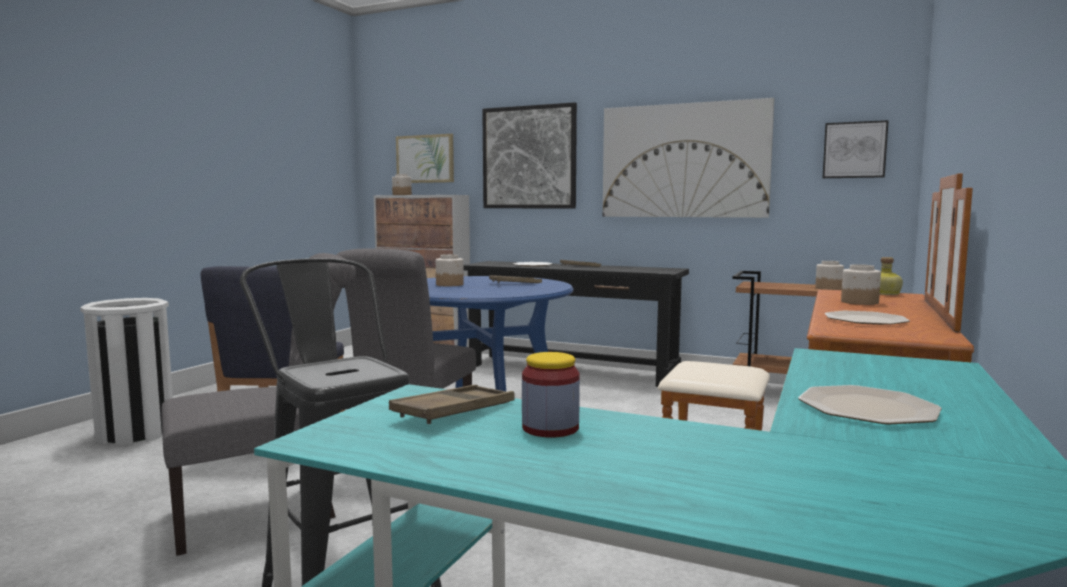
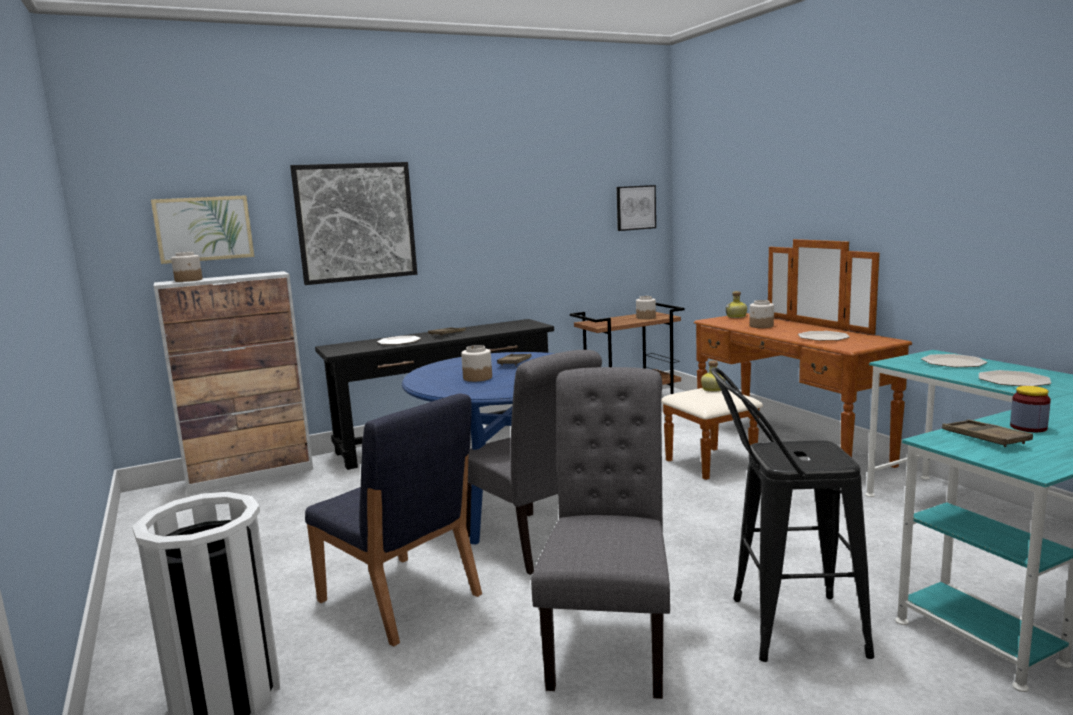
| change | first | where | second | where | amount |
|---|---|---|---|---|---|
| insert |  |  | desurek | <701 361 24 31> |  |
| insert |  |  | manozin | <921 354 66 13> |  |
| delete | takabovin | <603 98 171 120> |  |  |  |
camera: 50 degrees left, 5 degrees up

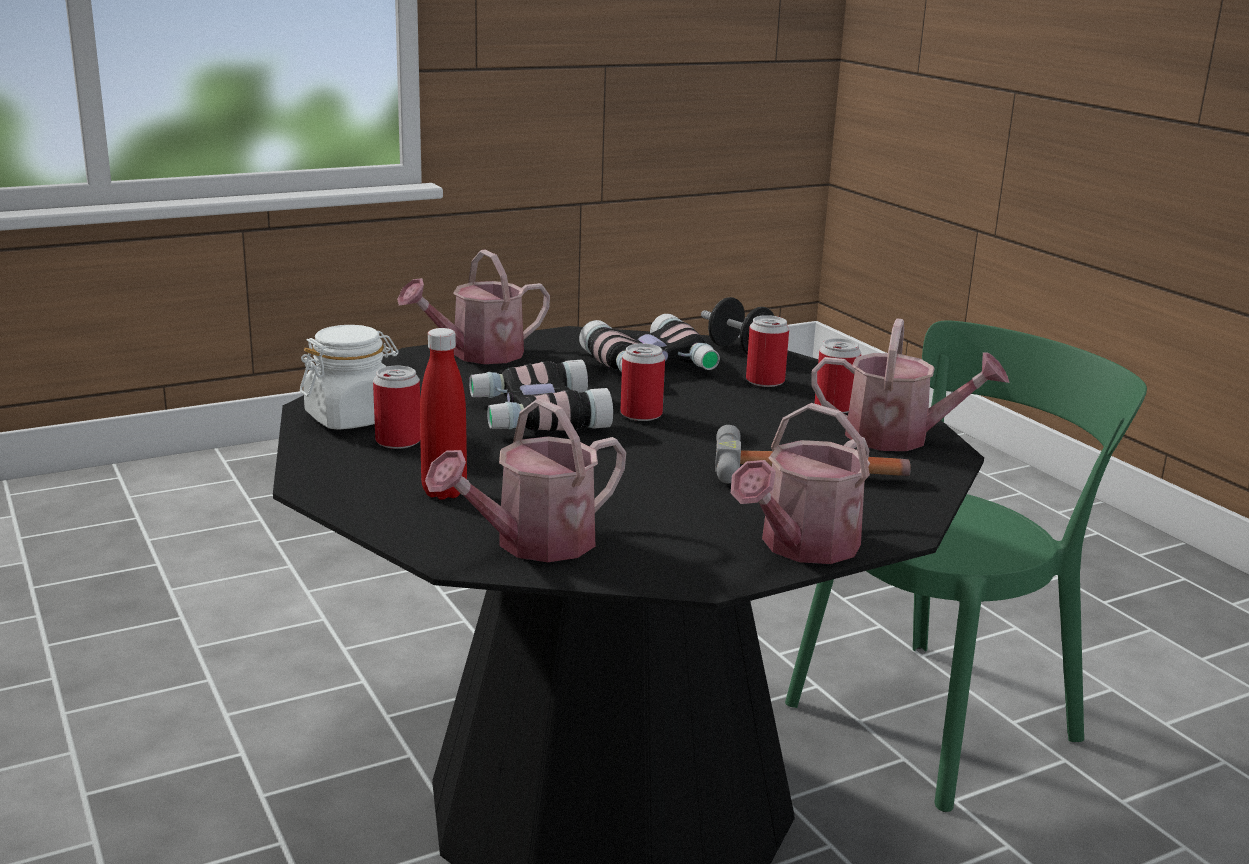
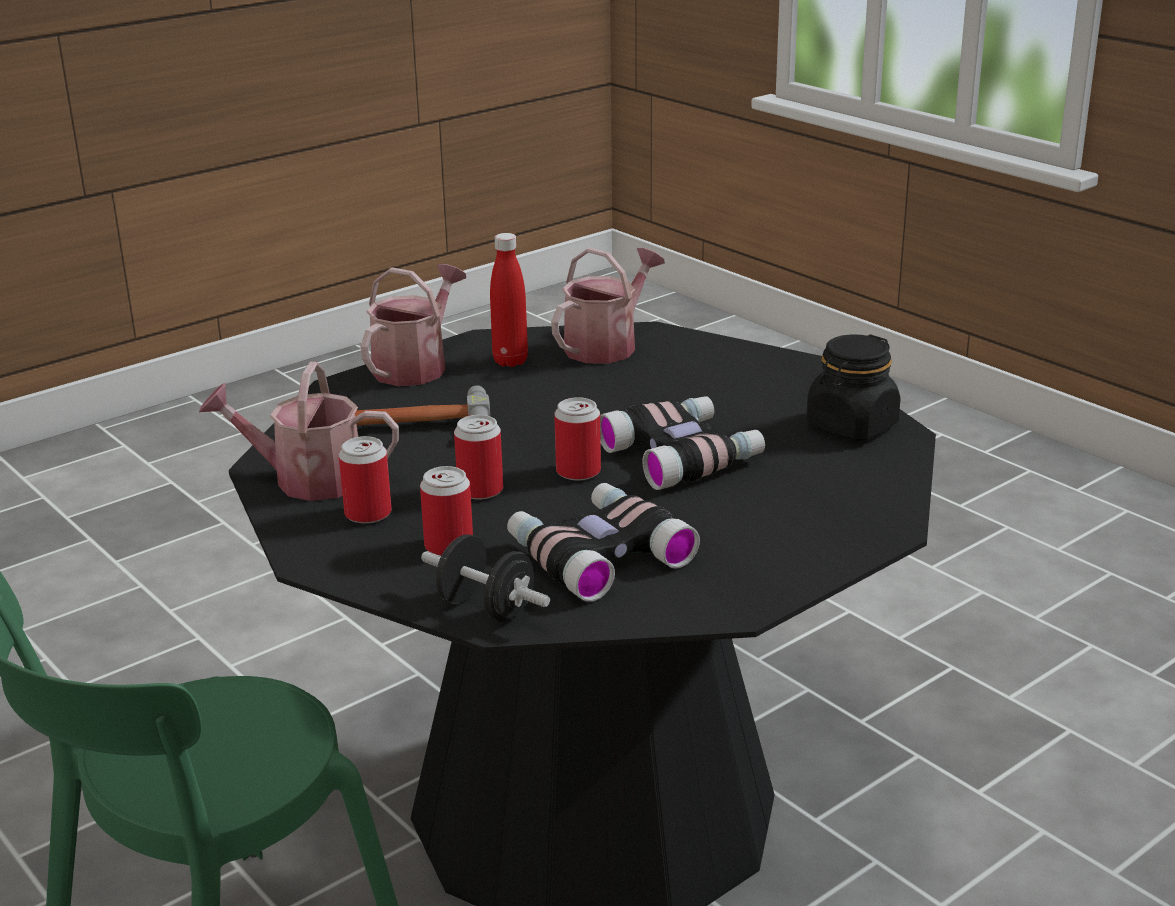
| change | first | where | second | where | amount |
|---|---|---|---|---|---|
| move | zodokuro | <373 366 47 83> |  | <454 415 49 85> |  |
| move | red desurek | <420 328 47 171> |  | <490 233 38 134> |  |
| recolor | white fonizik | <300 325 99 105> | black fonizik | <806 334 95 107> |  |
| delete | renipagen | <397 250 153 114> |  |  |  |
camera: 170 degrees right, 5 degrees up

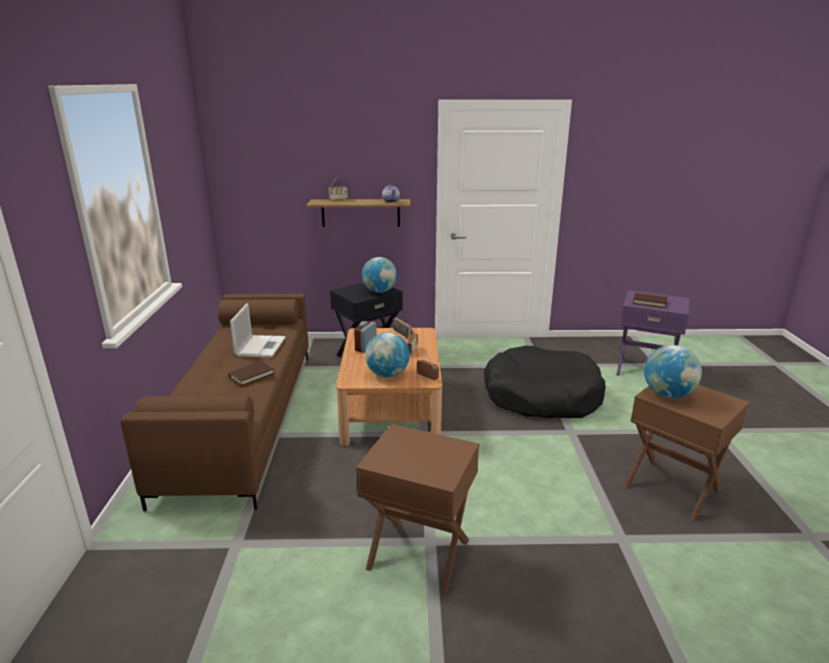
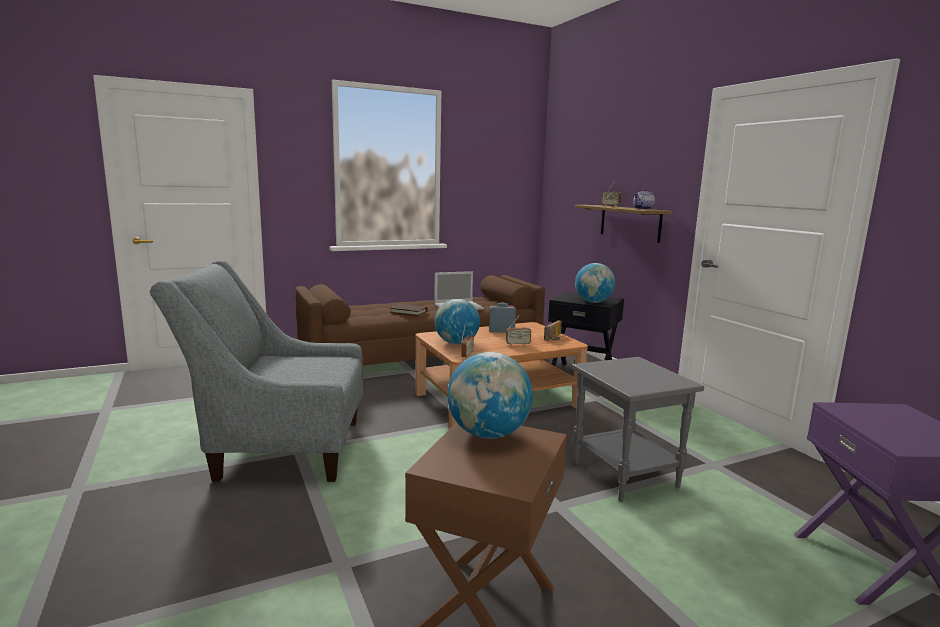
| change | first | where | second | where | amount |
|---|---|---|---|---|---|
| replace | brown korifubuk | <356 424 123 171> | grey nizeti | <149 260 214 222> |  |
| replace | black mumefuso | <484 346 122 72> | grey korifubuk | <572 357 132 145> |  |
| delete | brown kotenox | <633 293 35 15> |  |  |  |
camera: 65 degrees right, 10 degrees down

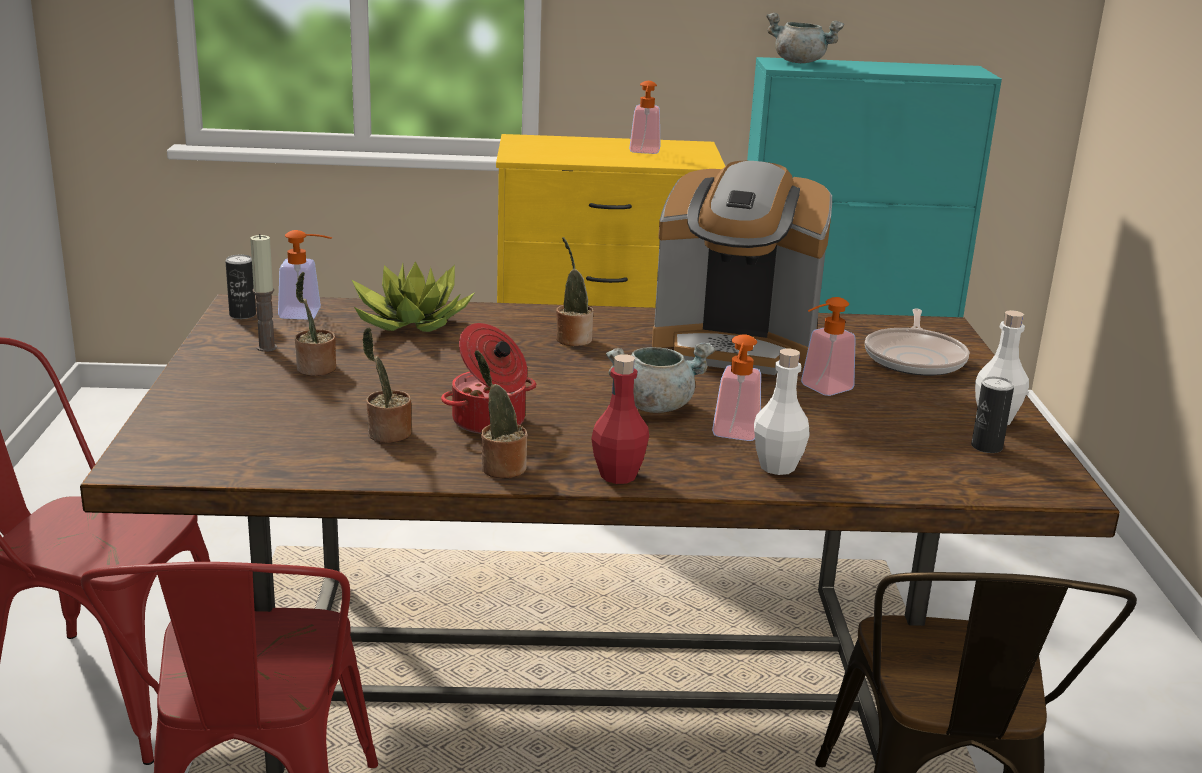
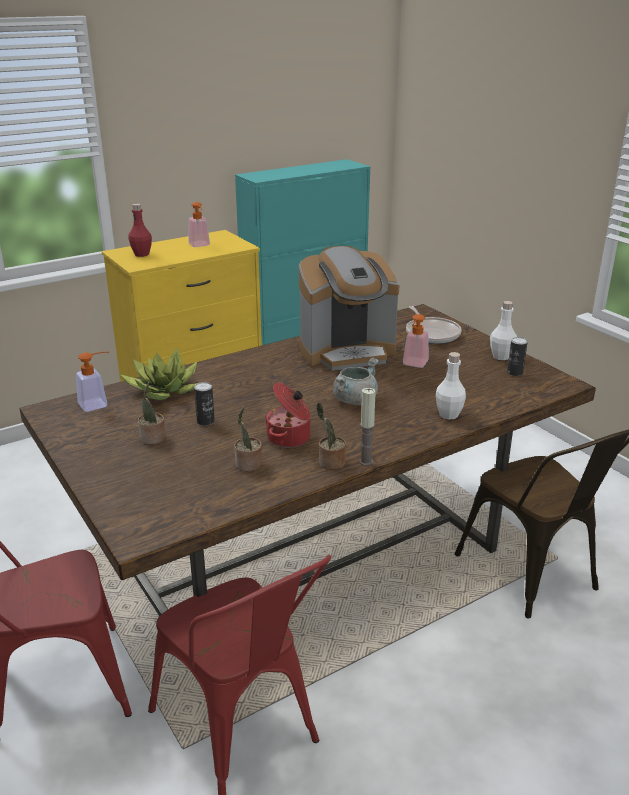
| change | first | where | second | where | amount |
|---|---|---|---|---|---|
| move | red desurek | <591 354 58 130> |  | <128 204 24 53> |  |
| move | zodokuro | <225 255 31 64> |  | <194 382 21 44> |  |
| move | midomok | <250 234 27 118> |  | <359 388 17 78> |  |
| delete | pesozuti | <556 237 37 109> |  |  |  |
| delete | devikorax | <712 334 49 107> |  |  |  |
| delete | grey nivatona | <766 13 78 50> |  |  |  |
camera: 30 degrees left, 5 degrees up

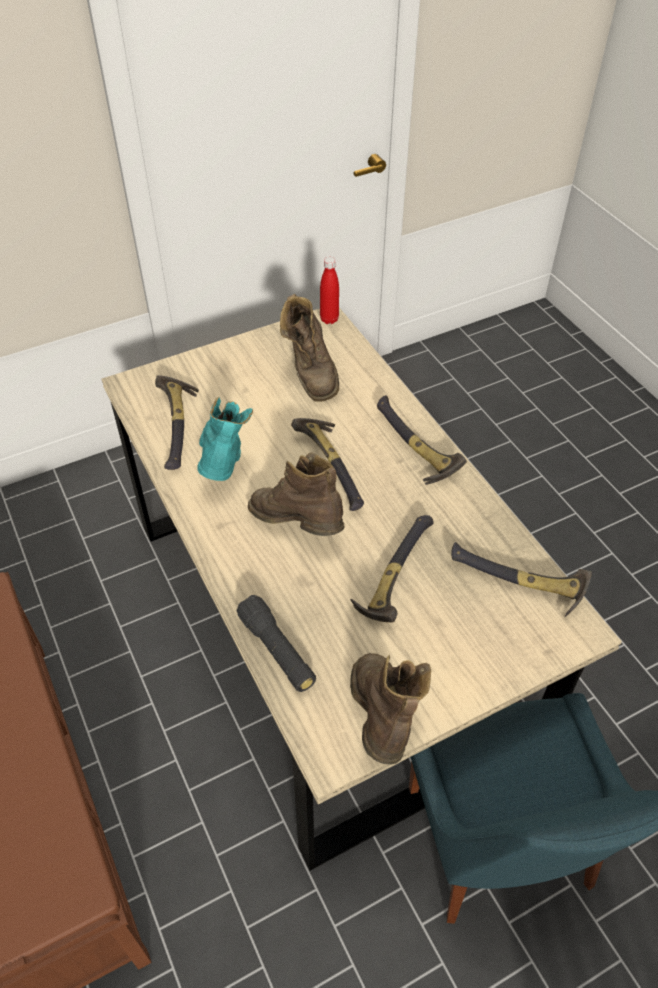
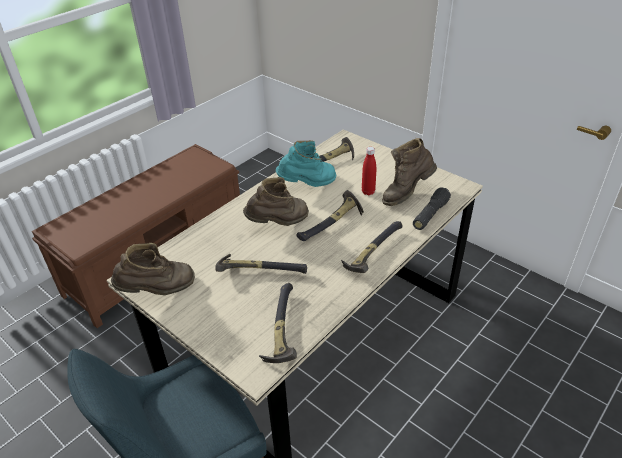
| change | first | where | second | where | amount |
|---|---|---|---|---|---|
| rotate | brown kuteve | <248 452 96 84> |  | <243 177 66 49> | 45 degrees clockwise |
| move | red desurek | <320 257 19 67> |  | <362 147 14 48> |  |
| move | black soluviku | <237 595 79 97> |  | <413 187 38 43> |  |
camera: 70 degrees right, 10 degrees down

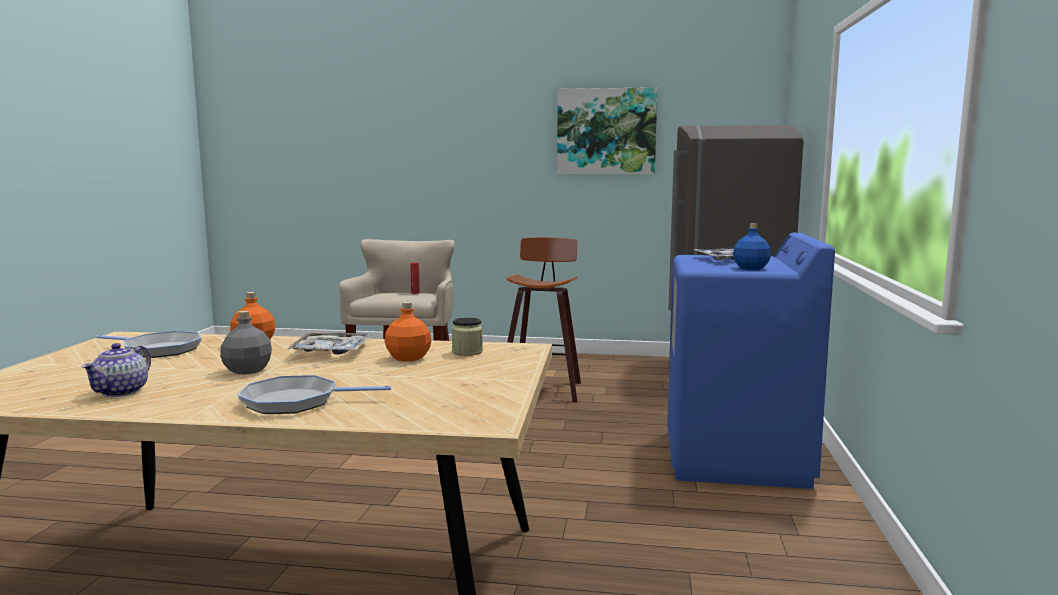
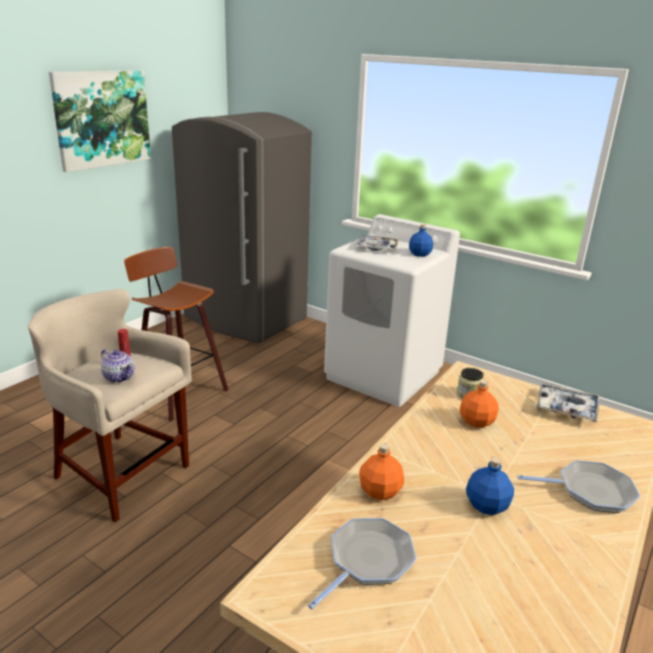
| change | first | where | second | where | amount |
|---|---|---|---|---|---|
| move | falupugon | <81 343 70 54> |  | <101 349 34 34> |  |
| recolor | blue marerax | <667 233 168 256> | white marerax | <324 214 136 193> |  |
| recolor | grey desurek | <220 311 52 63> | blue desurek | <466 457 48 58> |  |
| rotate | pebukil | <237 375 154 39> |  | <517 460 123 53> | 105 degrees counterclockwise |
| move | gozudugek | <287 333 84 21> |  | <534 383 66 40> |  |
camera: 65 degrees left, 15 degrees up

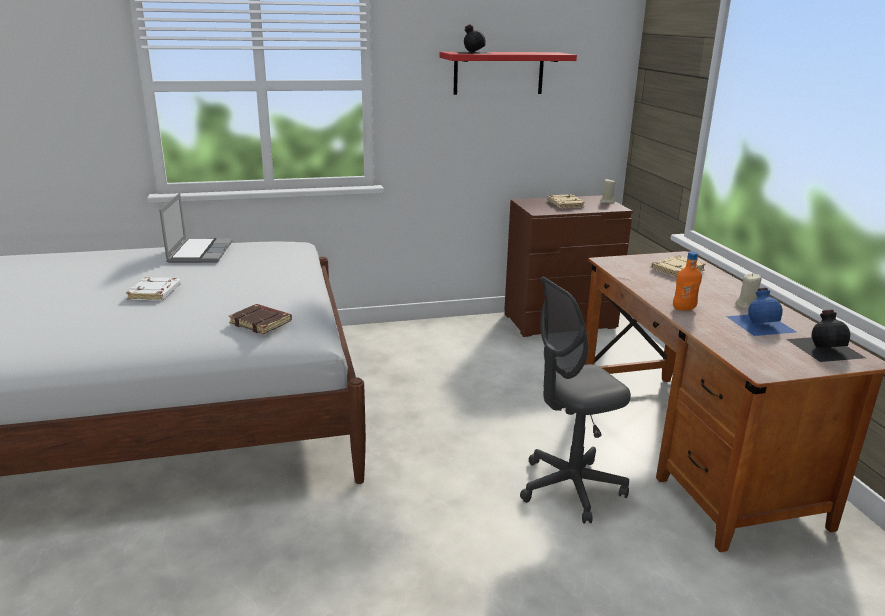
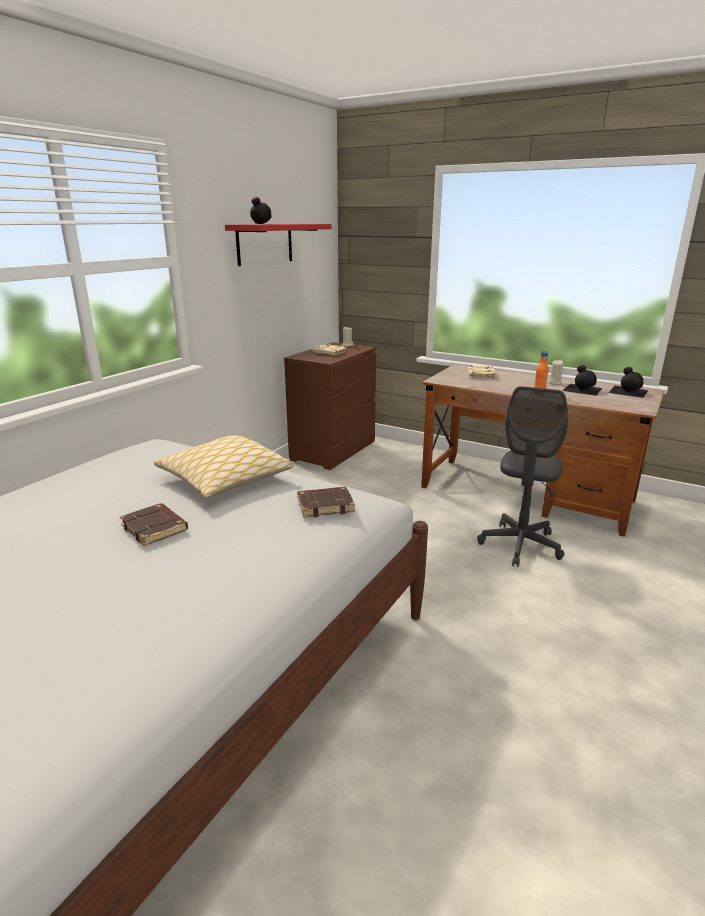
| change | first | where | second | where | amount |
|---|---|---|---|---|---|
| recolor | white kotenox | <126 277 55 24> | brown kotenox | <120 503 68 43> |  |
| insert |  |  | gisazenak | <154 435 140 63> |  |
| recolor | blue desurek | <726 288 70 48> | black desurek | <563 365 39 31> |  |
| delete | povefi | <159 193 74 70> |  |  |  |
camera: 45 degrees left, 0 degrees up

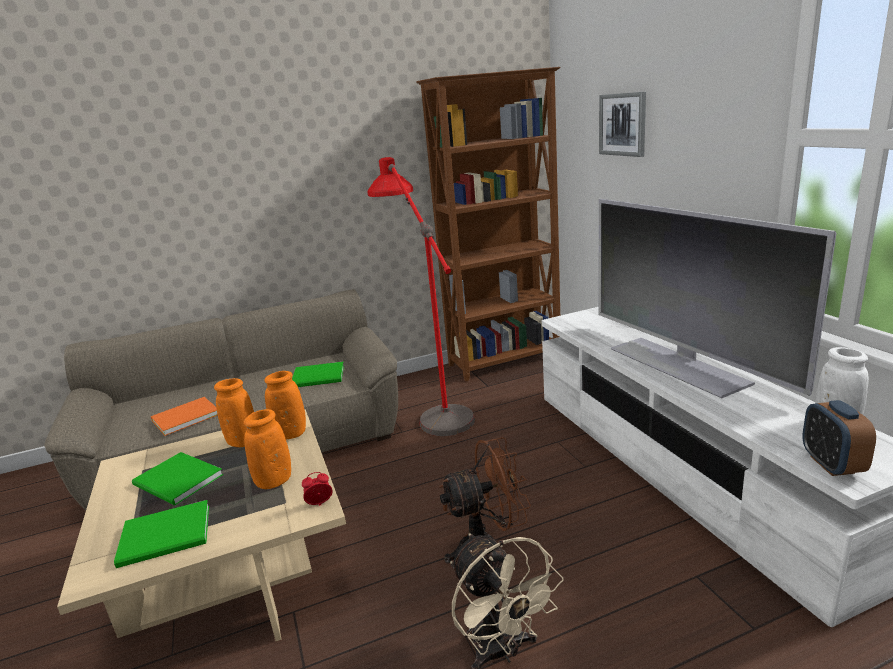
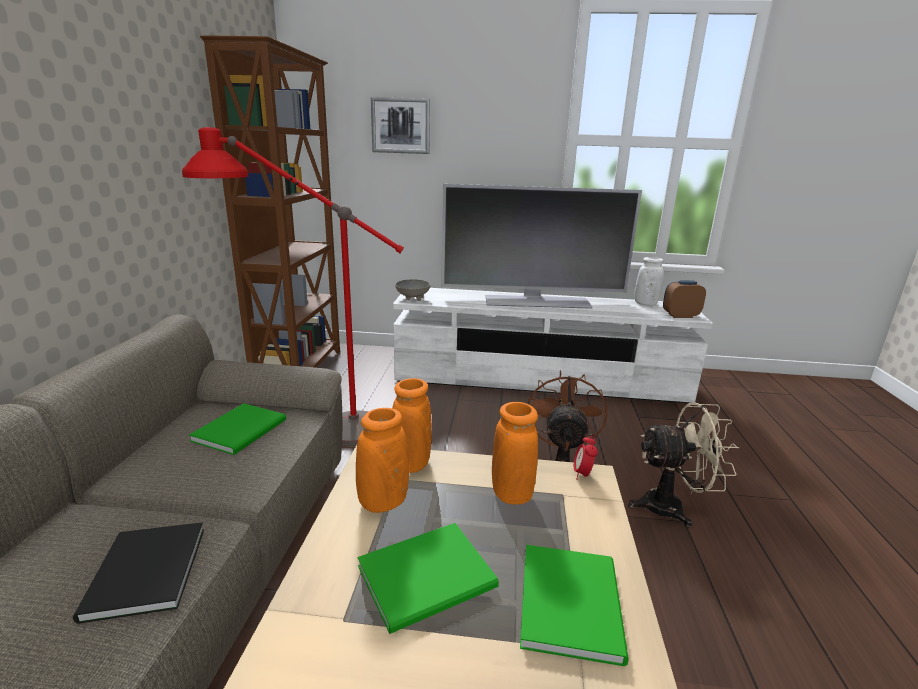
| change | first | where | second | where | amount |
|---|---|---|---|---|---|
| recolor | orange kotenox | <151 397 67 39> | black kotenox | <73 522 131 102> |  |
| insert |  |  | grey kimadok | <395 279 36 22> |  |
| rotate | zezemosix | <802 400 74 76> |  | <663 280 43 38> | 150 degrees clockwise |
camera: 65 degrees left, 0 degrees up

